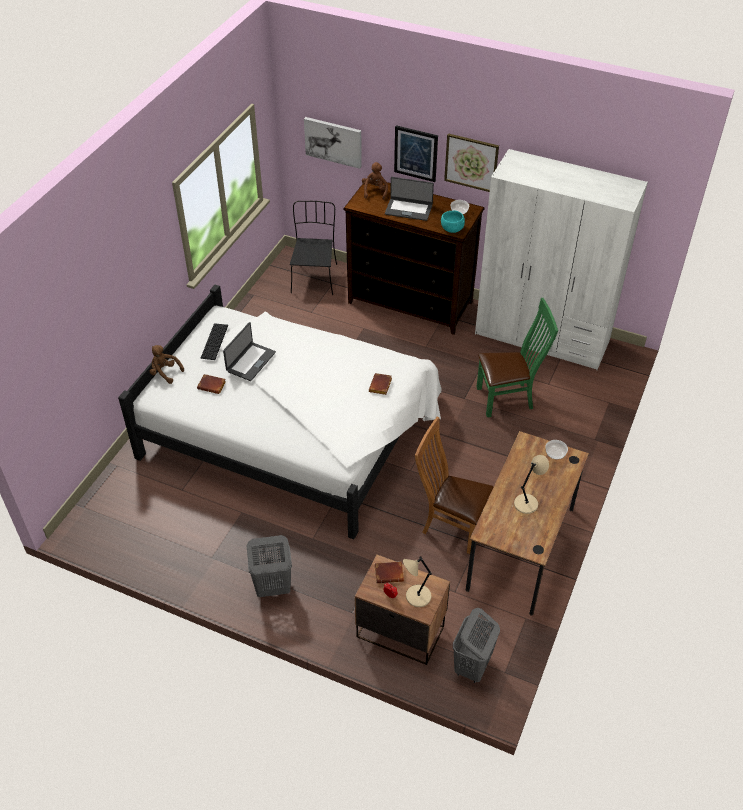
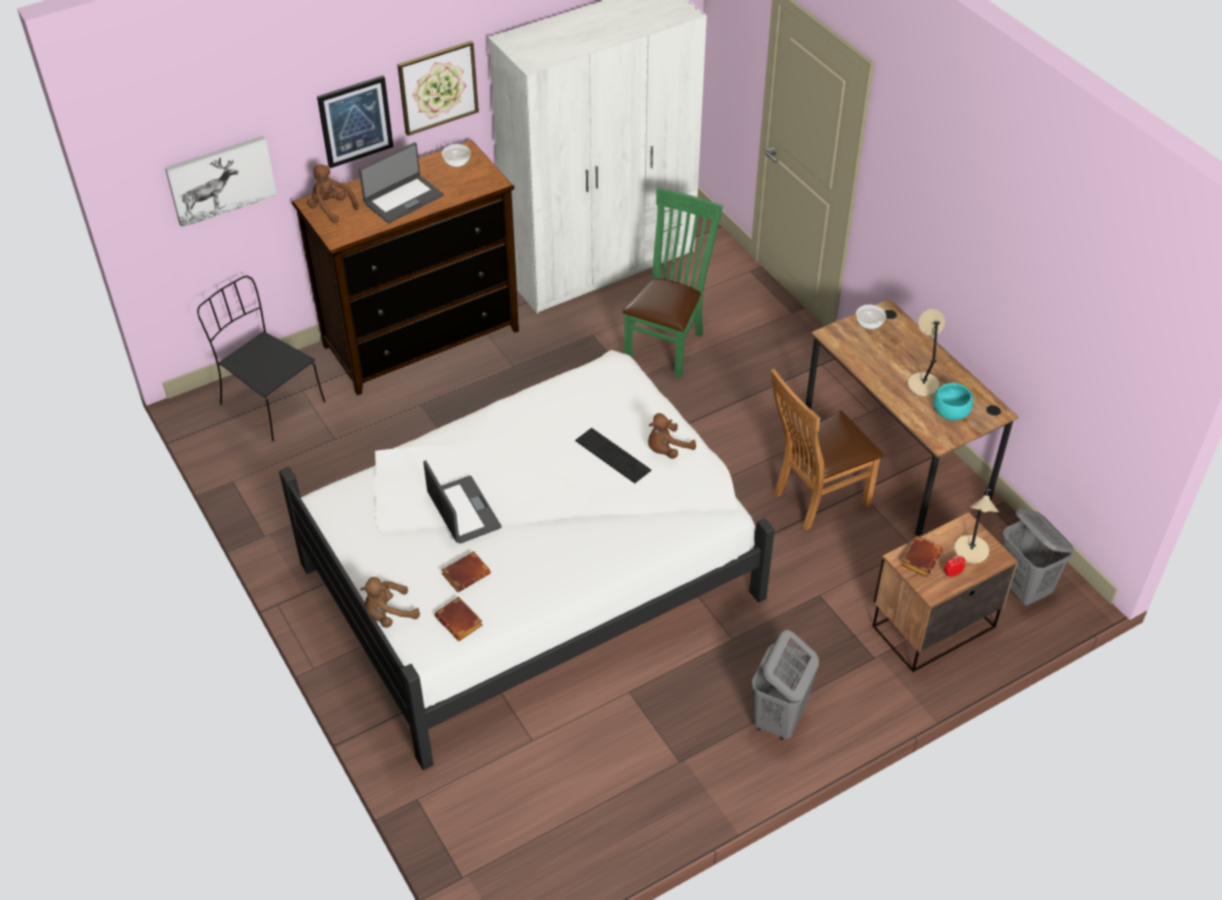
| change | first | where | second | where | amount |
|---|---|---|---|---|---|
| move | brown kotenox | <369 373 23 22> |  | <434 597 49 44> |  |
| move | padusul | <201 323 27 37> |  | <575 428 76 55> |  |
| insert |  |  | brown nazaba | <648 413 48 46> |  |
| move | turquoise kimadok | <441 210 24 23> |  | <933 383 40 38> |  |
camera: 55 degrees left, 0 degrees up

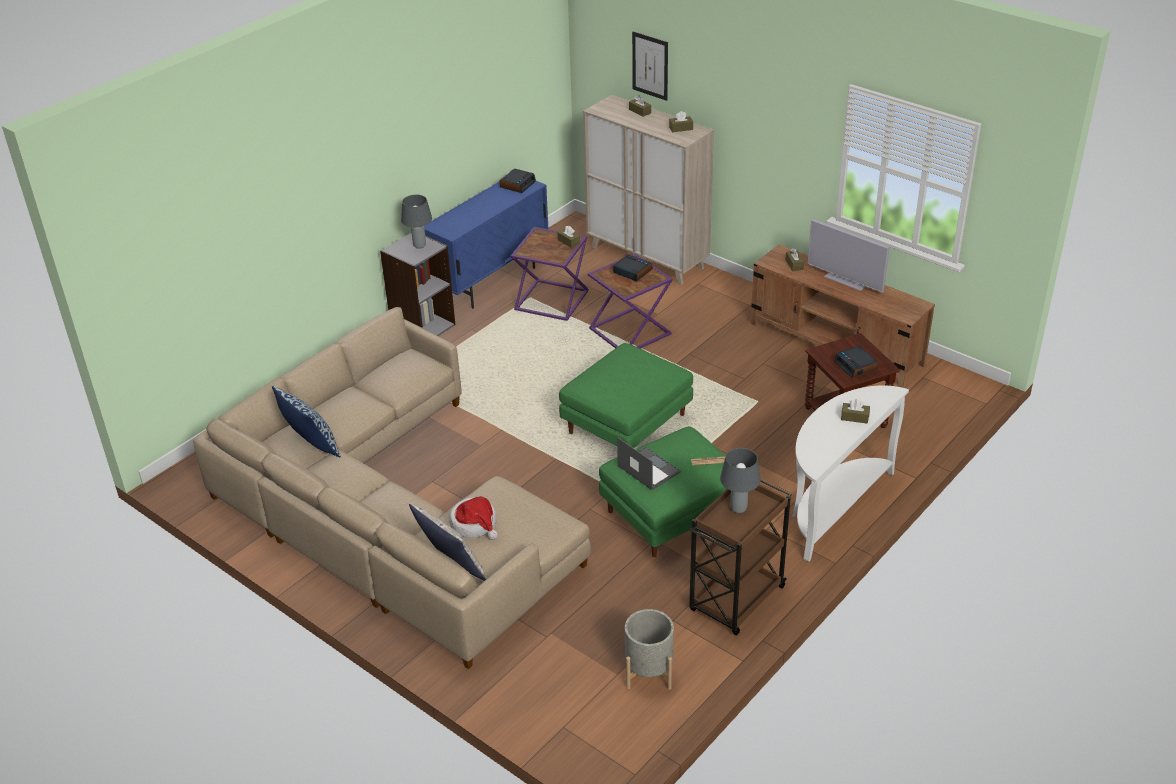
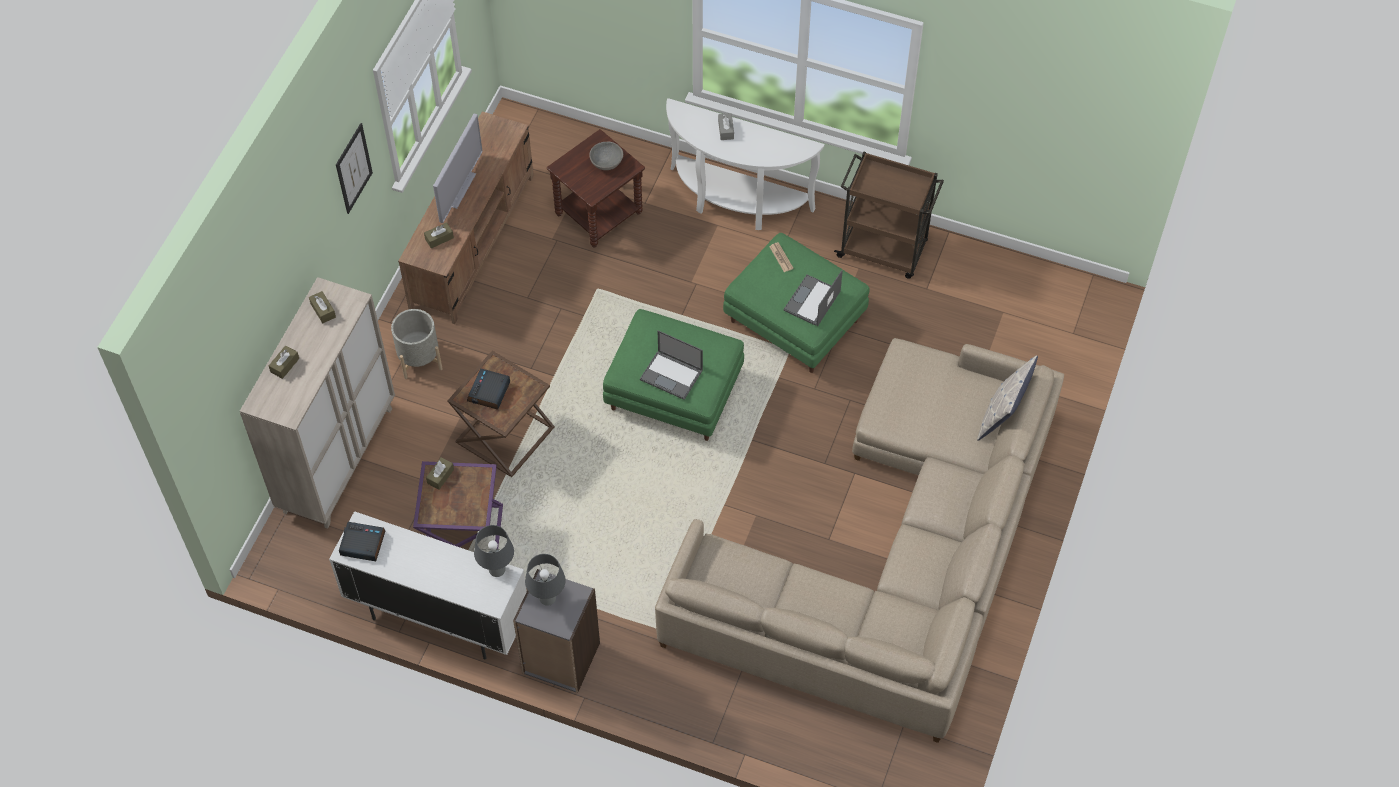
| change | first | where | second | where | amount |
|---|---|---|---|---|---|
| recolor | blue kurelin | <424 181 124 128> | white kurelin | <329 511 198 149> |  |
| move | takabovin | <632 32 36 69> |  | <336 123 37 91> |  |
| move | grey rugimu | <625 609 49 81> |  | <391 309 51 70> |  |
| recolor | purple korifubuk | <588 254 85 95> | brown korifubuk | <448 351 107 126> |  |
| move | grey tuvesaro | <720 448 40 65> |  | <474 525 40 52> |  |
| replace | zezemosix | <834 346 44 32> | grey kimadok | <589 142 34 28> |  |
| insert |  |  | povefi | <640 330 63 70> |  |
| recolor | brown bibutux | <841 399 29 25> | grey bibutux | <718 113 16 27> |  |
| delete | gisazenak | <272 385 69 72> |  |  |  |
| delete | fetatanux | <449 496 49 44> |  |  |  |
camera: 110 degrees left, 20 degrees up

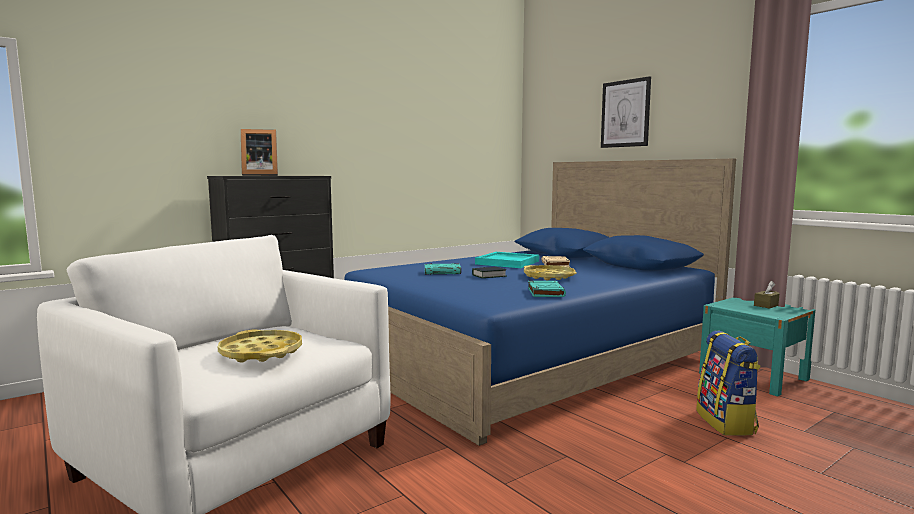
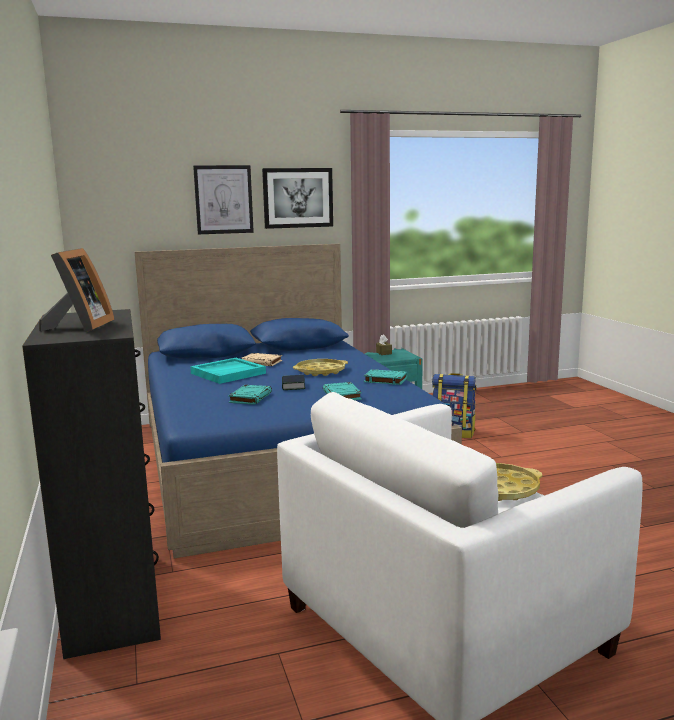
| change | first | where | second | where | amount |
|---|---|---|---|---|---|
| insert |  |  | takabovin | <262 168 71 61> |  |
| insert |  |  | turquoise kotenox | <323 382 39 18> |  |
camera: 70 degrees left, 5 degrees up

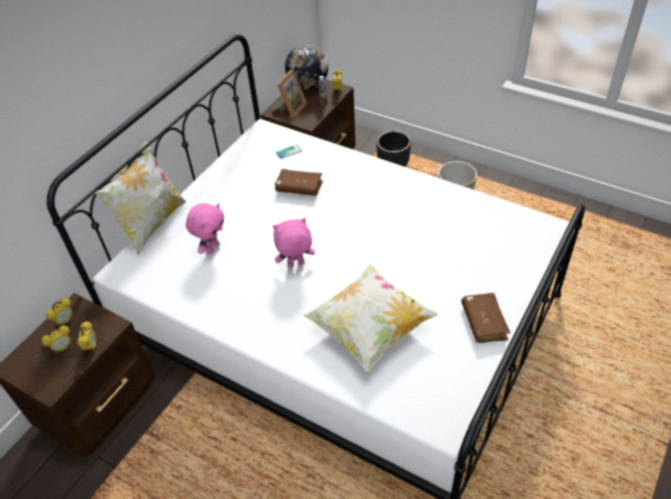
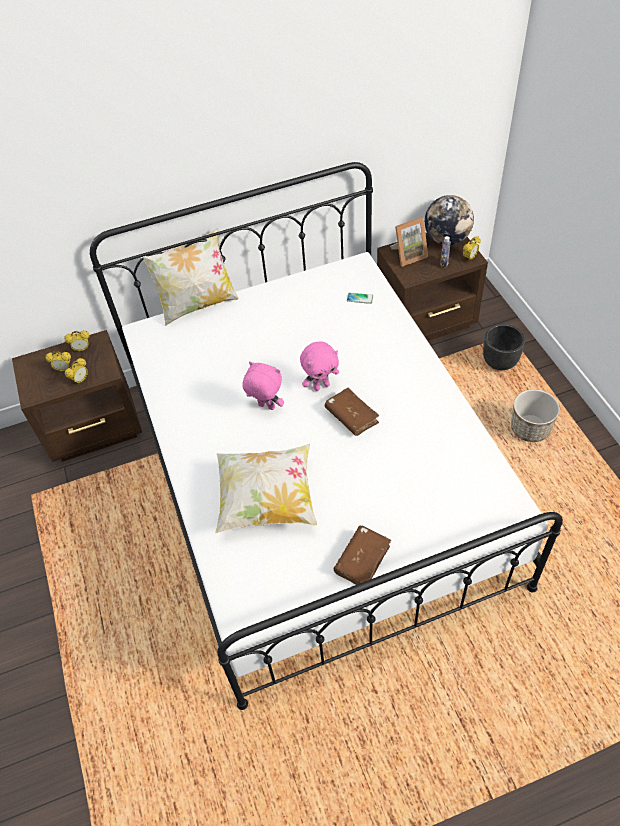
| change | first | where | second | where | amount |
|---|---|---|---|---|---|
| move | pink nazaba | <186 203 38 51> |  | <300 341 39 50> |  |
| move | brown kotenox | <275 169 48 27> |  | <325 388 54 48> |  |
camera: 40 degrees right, 5 degrees up

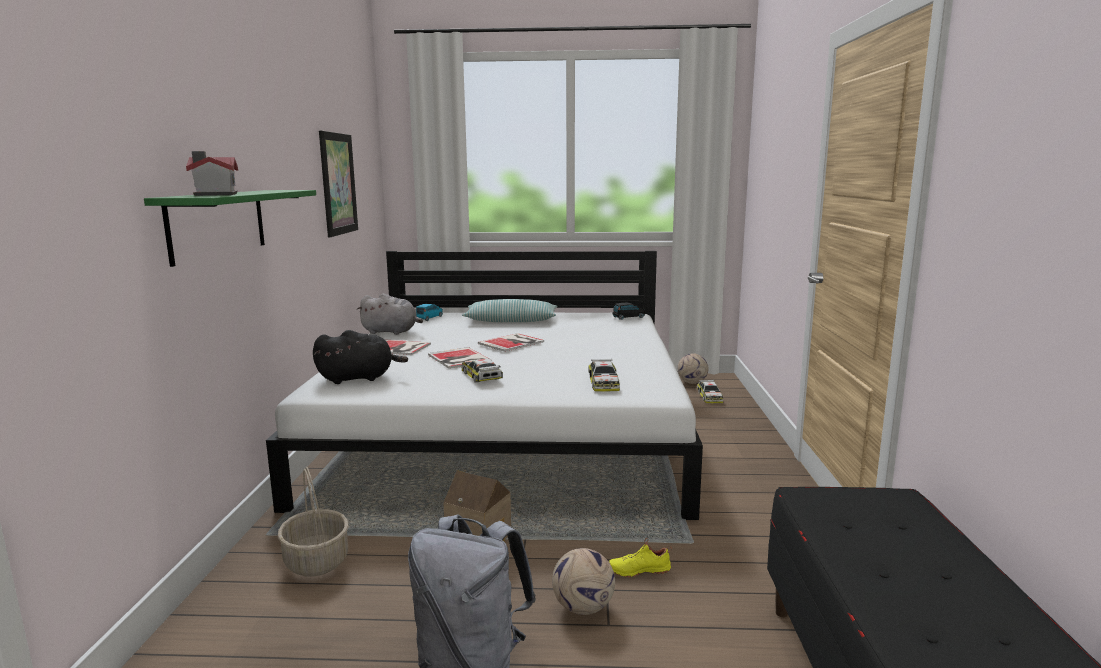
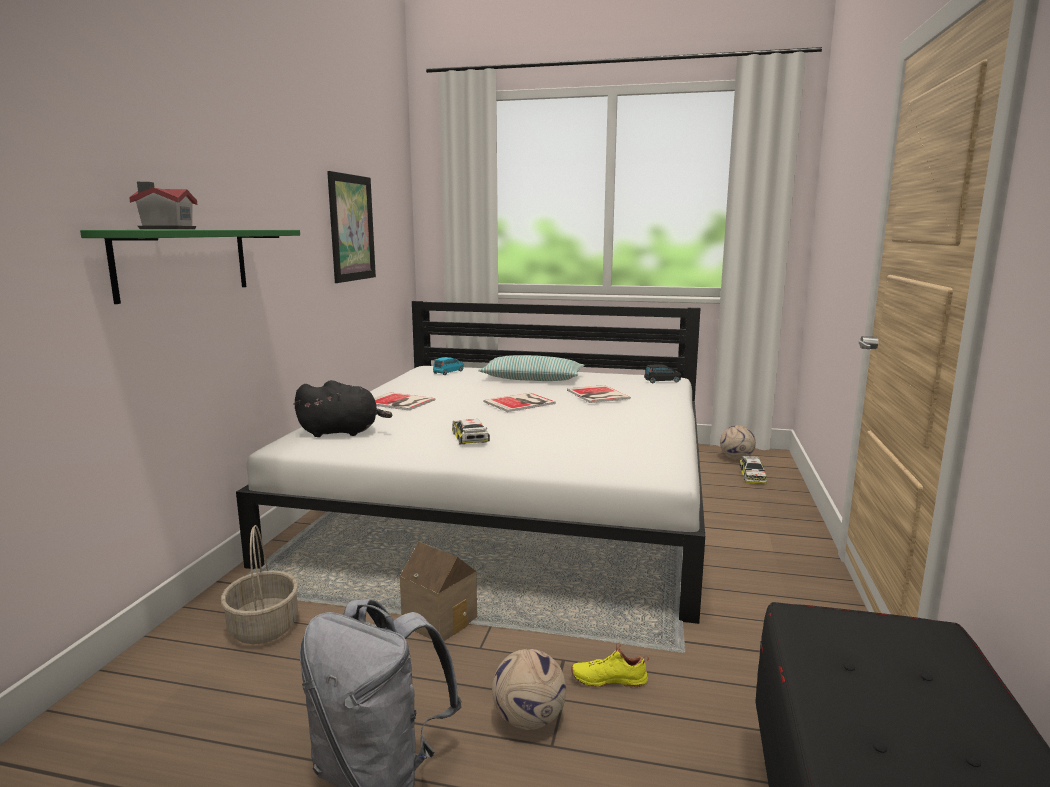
| change | first | where | second | where | amount |
|---|---|---|---|---|---|
| move | kotenox | <428 347 64 22> |  | <567 385 64 18> |  |
| delete | grey nazaba | <356 294 67 41> |  |  |  |
| delete | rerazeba | <588 359 32 33> |  |  |  |
camera: 10 degrees right, 0 degrees up

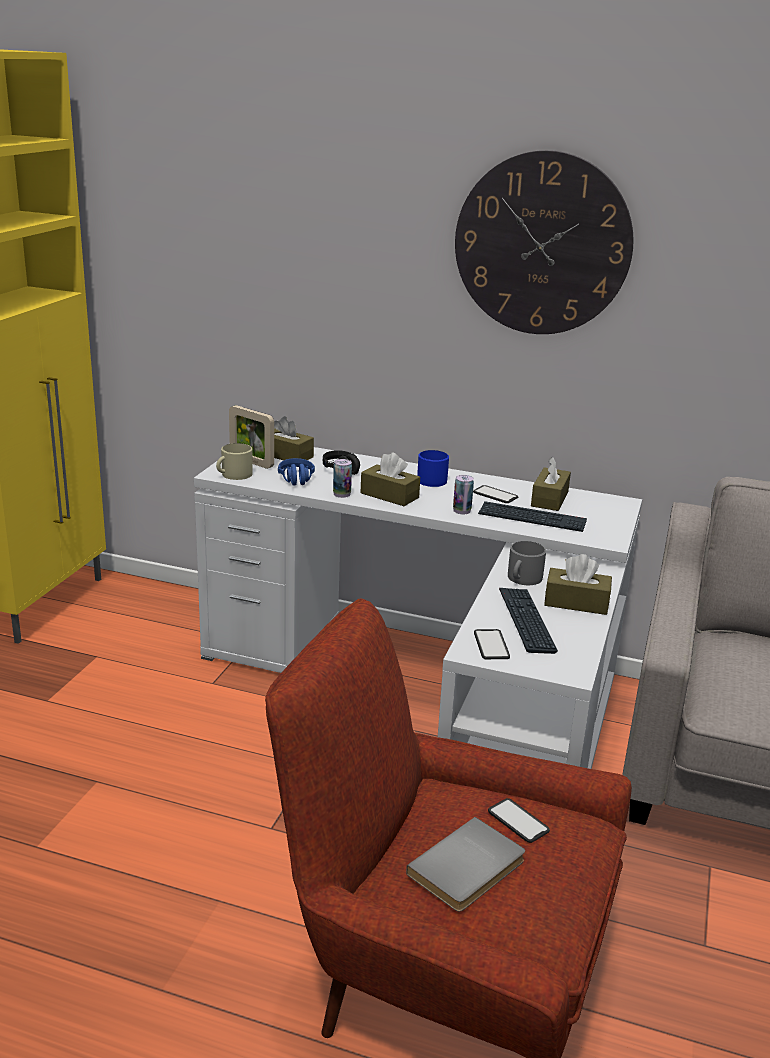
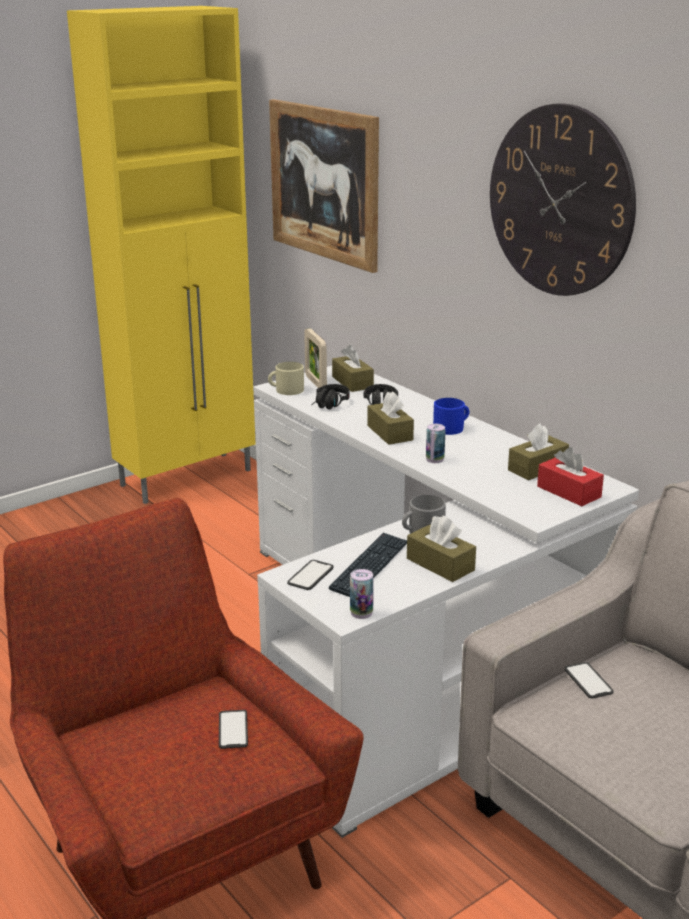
| change | first | where | second | where | amount |
|---|---|---|---|---|---|
| insert |  |  | takabovin | <269 99 110 174> |  |
| recolor | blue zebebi | <278 458 37 27> | black zebebi | <311 384 39 25> |  |
| move | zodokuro | <333 459 19 39> |  | <350 569 24 50> |  |
| insert |  |  | red bibutux | <537 447 67 59> |  |
| move | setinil | <473 485 45 18> |  | <565 662 48 37> |  |
| delete | grey kotenox | <406 817 119 95> |  |  |  |
| delete | padusul | <478 501 109 31> |  |  |  |
camera: 35 degrees right, 0 degrees up

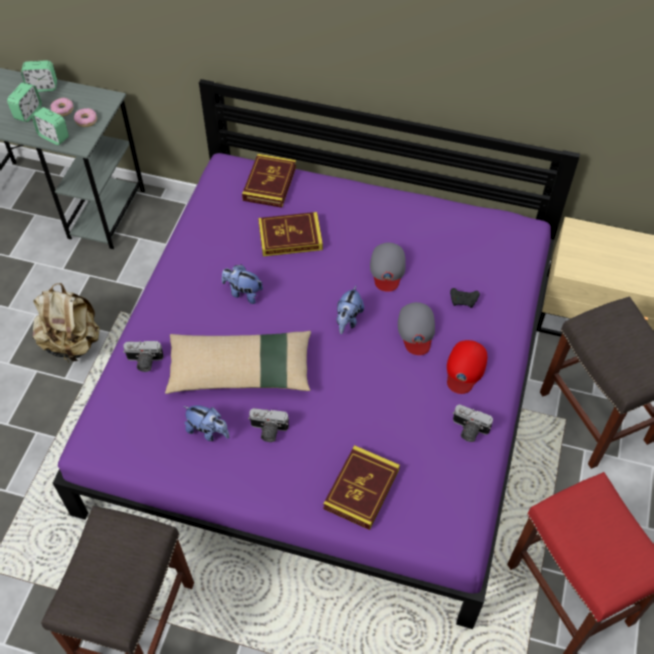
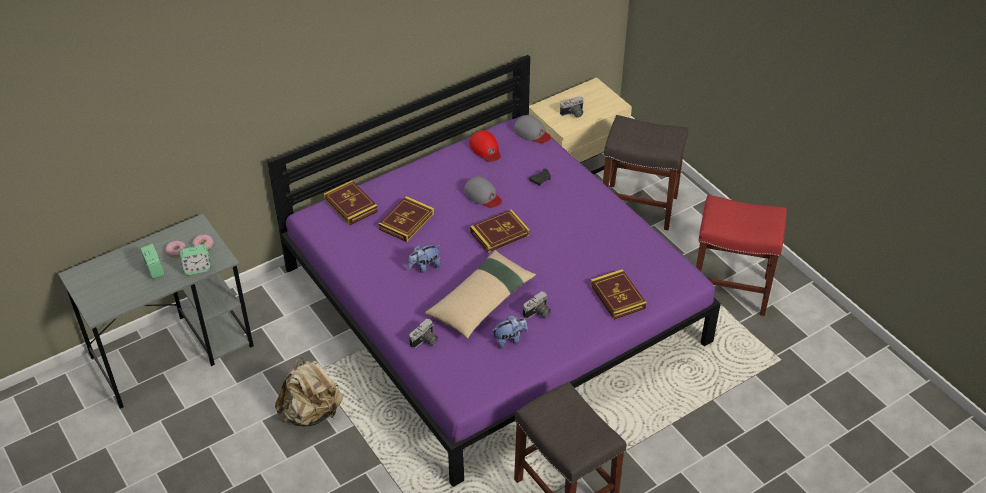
| change | first | where | second | where | amount |
|---|---|---|---|---|---|
| move | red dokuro | <447 340 40 54> |  | <470 130 31 32> |  |
| replace | nazaba | <337 286 27 48> | kotenox | <470 209 60 44> |  |
| move | grey dokuro | <398 302 37 53> |  | <514 115 37 28> |  |
| move | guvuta | <452 405 41 37> |  | <560 96 24 22> |  |
| delete | zezemosix | <21 60 36 32> |  |  |  |
camera: 50 degrees left, 10 degrees down

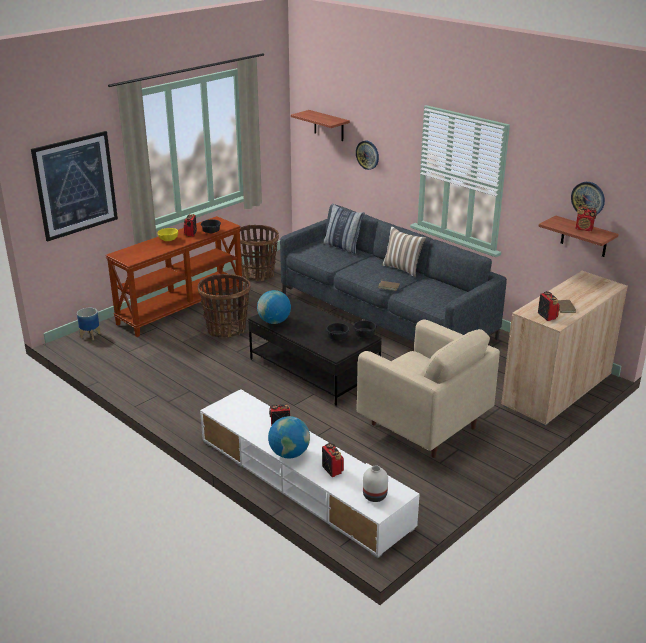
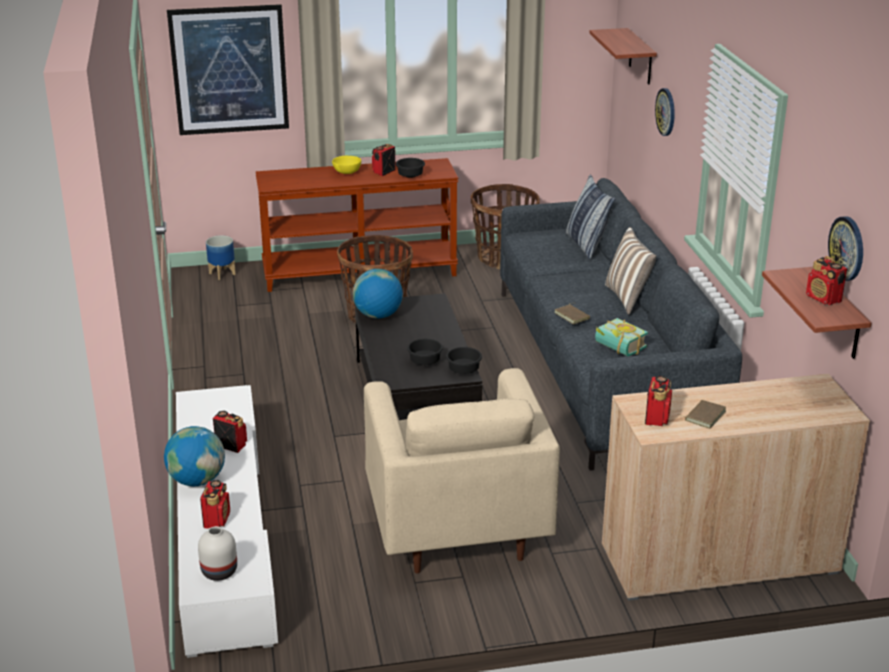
| change | first | where | second | where | amount |
|---|---|---|---|---|---|
| insert |  |  | kotenox | <595 318 53 39> |  |
camera: 35 degrees right, 0 degrees up

